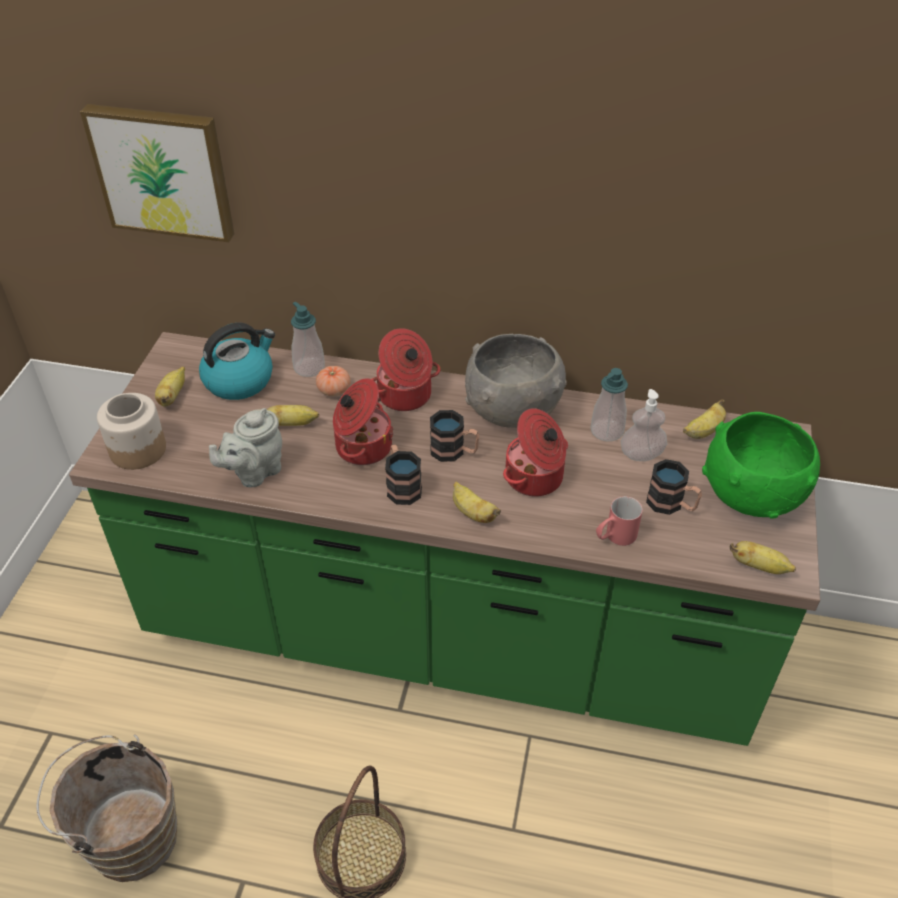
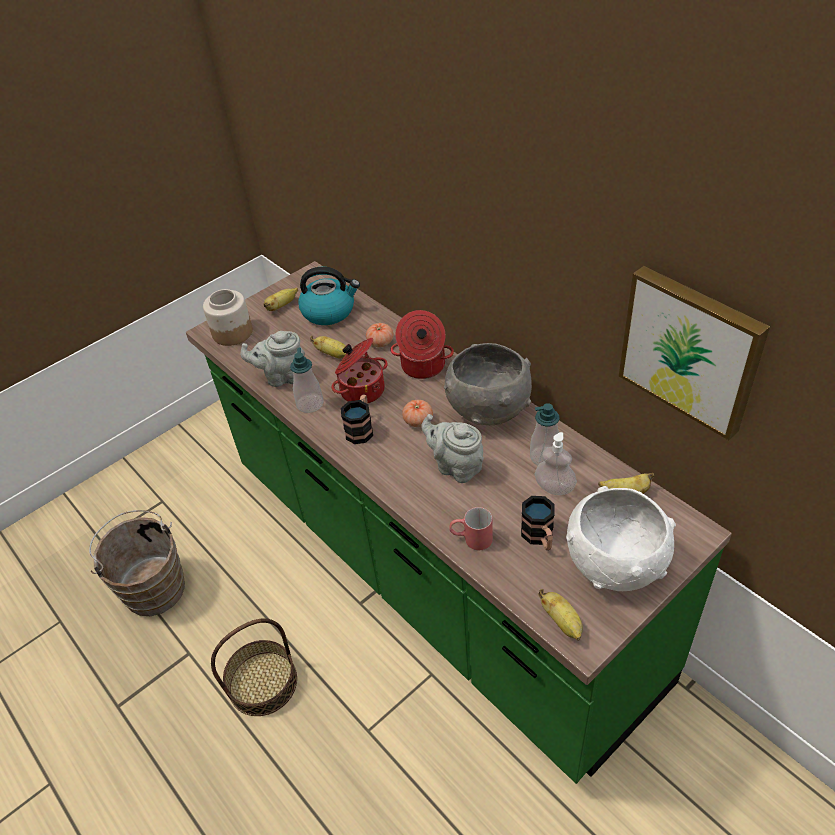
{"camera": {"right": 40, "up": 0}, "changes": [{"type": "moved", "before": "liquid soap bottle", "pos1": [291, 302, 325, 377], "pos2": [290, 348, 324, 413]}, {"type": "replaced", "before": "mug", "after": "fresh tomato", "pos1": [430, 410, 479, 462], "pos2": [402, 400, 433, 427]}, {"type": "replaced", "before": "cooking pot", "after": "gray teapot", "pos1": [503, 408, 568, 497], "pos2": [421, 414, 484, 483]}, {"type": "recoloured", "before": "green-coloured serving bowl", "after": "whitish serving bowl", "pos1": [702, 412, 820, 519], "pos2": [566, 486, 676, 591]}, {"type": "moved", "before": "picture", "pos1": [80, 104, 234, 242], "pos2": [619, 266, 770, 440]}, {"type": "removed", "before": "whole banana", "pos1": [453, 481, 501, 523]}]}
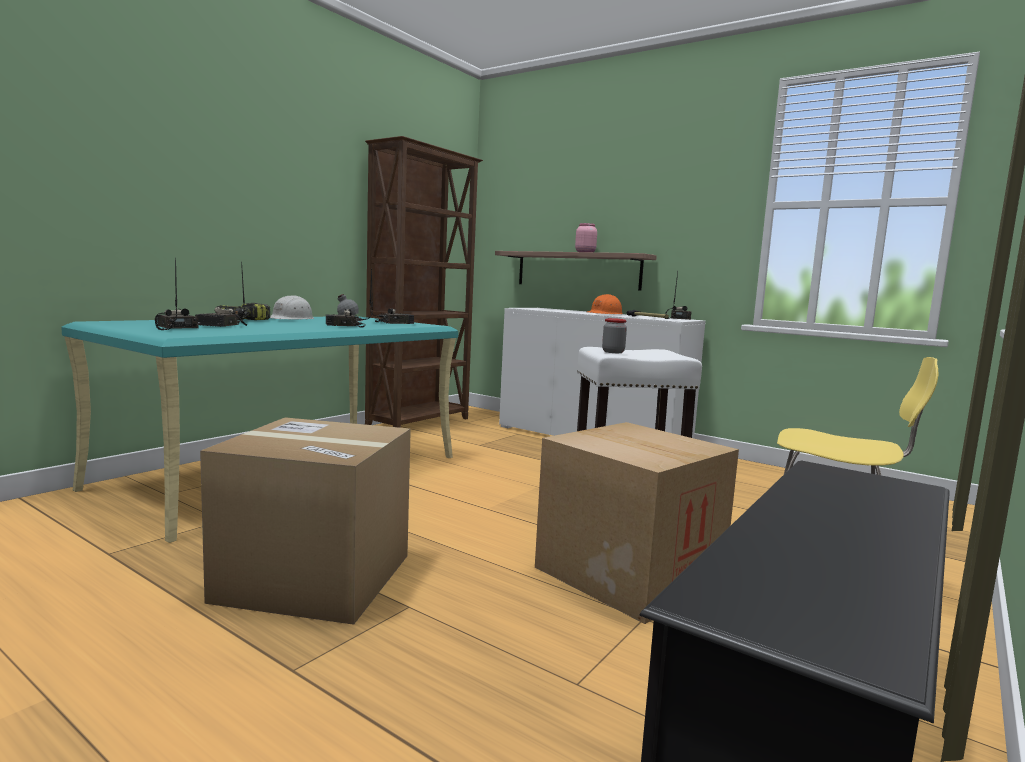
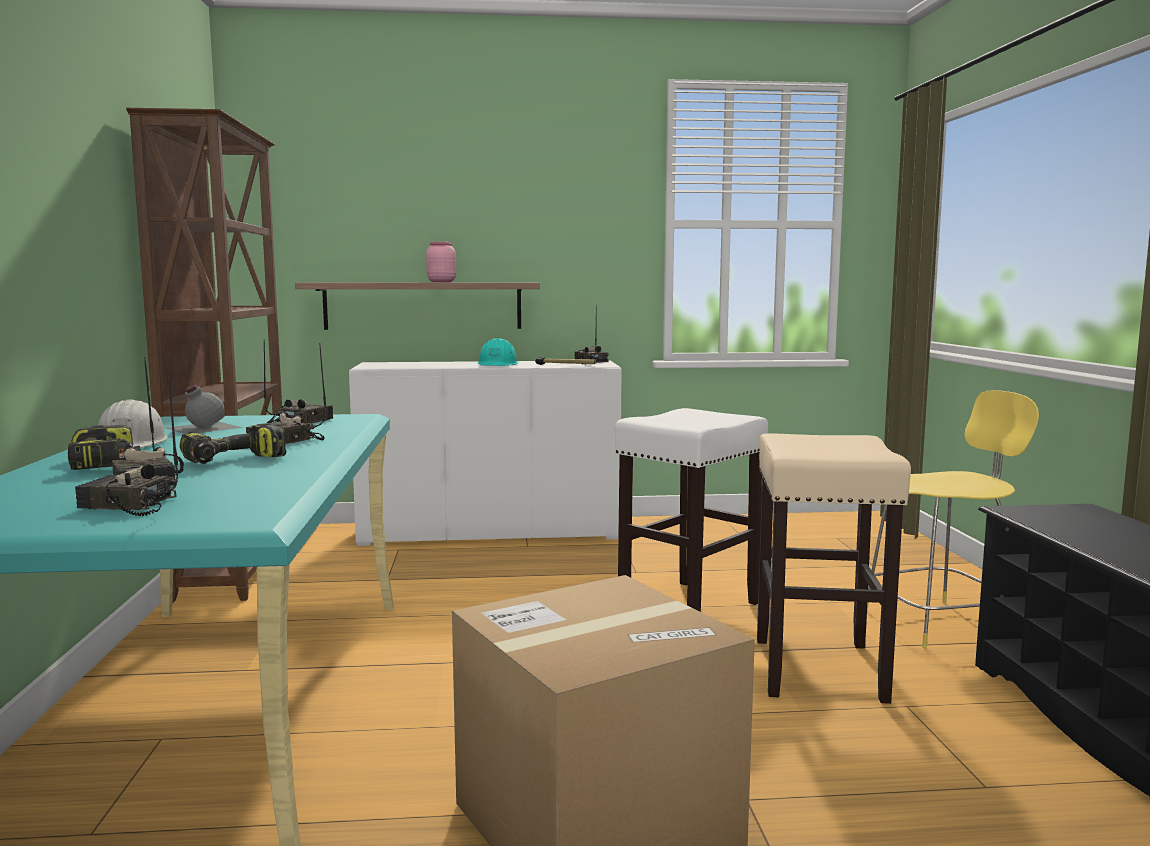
{"camera": {"right": -40, "up": 0}, "changes": [{"type": "added", "after": "electric drill", "pos2": [180, 423, 286, 464]}, {"type": "recoloured", "before": "orangey hard hat", "after": "turquoise hard hat", "pos1": [587, 294, 623, 314], "pos2": [478, 338, 518, 366]}, {"type": "replaced", "before": "cardboard box", "after": "sand-coloured stool", "pos1": [535, 422, 739, 624], "pos2": [757, 433, 911, 704]}, {"type": "removed", "before": "preserve jar", "pos1": [602, 318, 627, 353]}]}
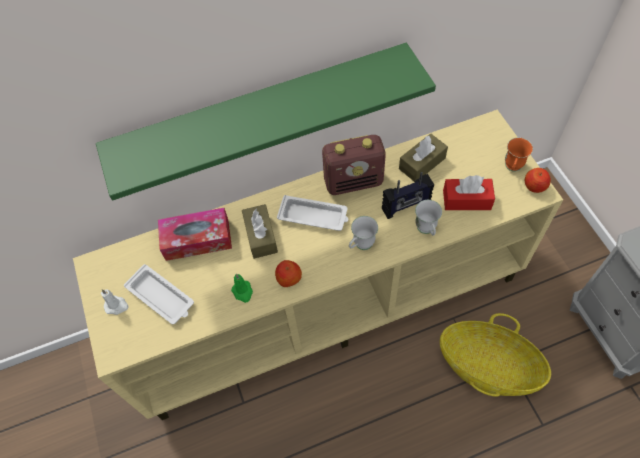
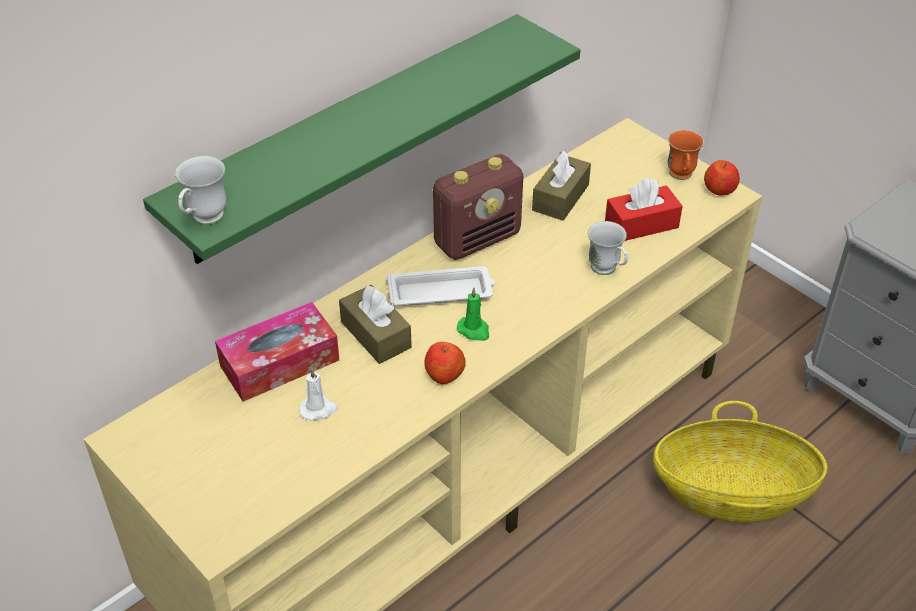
{"camera": {"right": -25, "up": -15}, "changes": [{"type": "moved", "before": "whitish mug", "pos1": [349, 216, 378, 250], "pos2": [175, 156, 226, 225]}, {"type": "moved", "before": "whitish candle", "pos1": [101, 289, 128, 315], "pos2": [299, 368, 338, 421]}, {"type": "moved", "before": "green-coloured candle", "pos1": [231, 274, 253, 303], "pos2": [457, 288, 489, 341]}, {"type": "removed", "before": "whitish serving tray", "pos1": [124, 264, 194, 324]}, {"type": "removed", "before": "radio set", "pos1": [382, 172, 434, 219]}]}
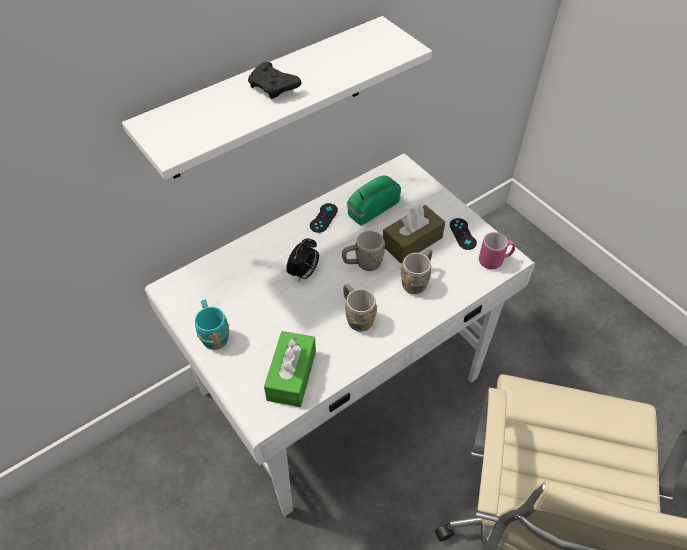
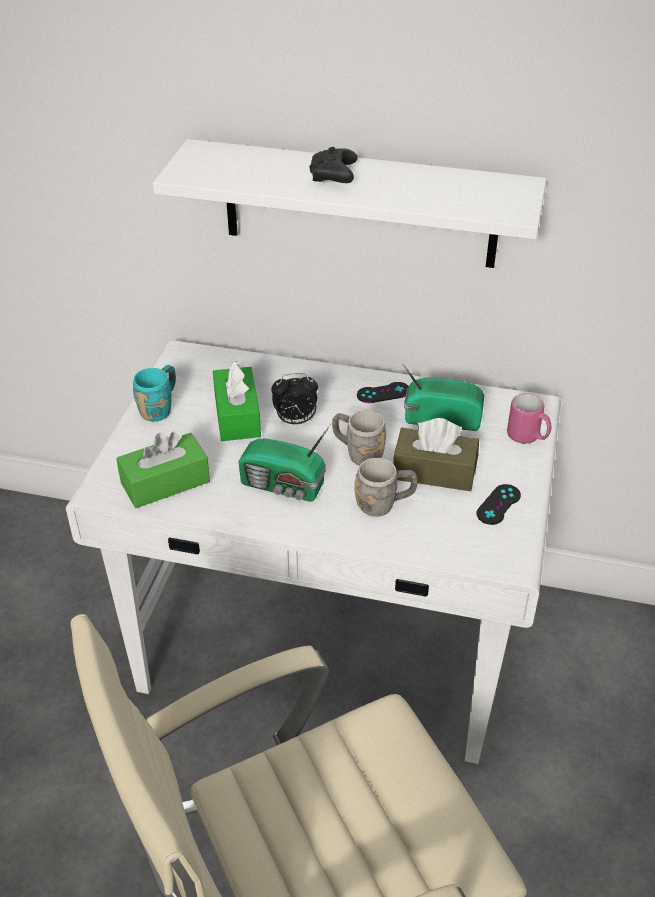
{"camera": {"right": 50, "up": -10}, "changes": [{"type": "added", "after": "green-coloured tissue holder", "pos2": [213, 361, 261, 441]}, {"type": "replaced", "before": "gray mug", "after": "radio set", "pos1": [343, 284, 377, 332], "pos2": [239, 424, 331, 502]}, {"type": "moved", "before": "pink-coloured mug", "pos1": [479, 232, 515, 269], "pos2": [507, 393, 551, 444]}]}
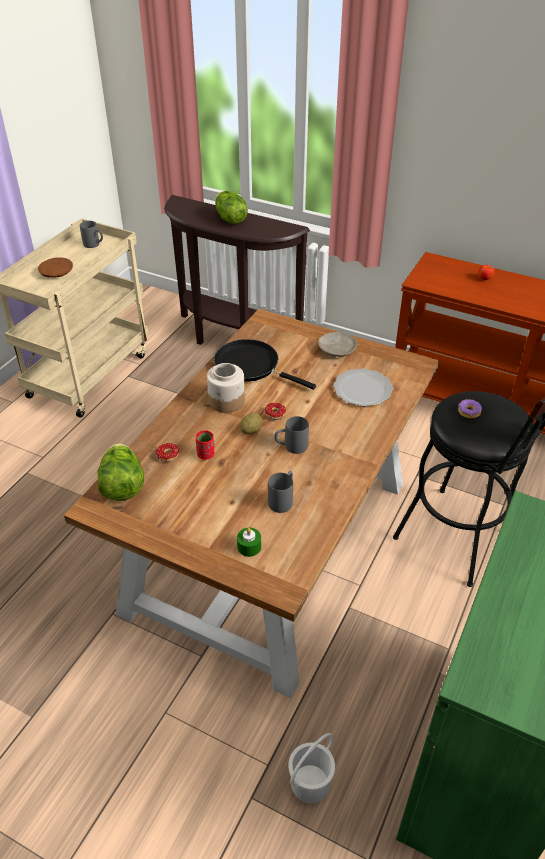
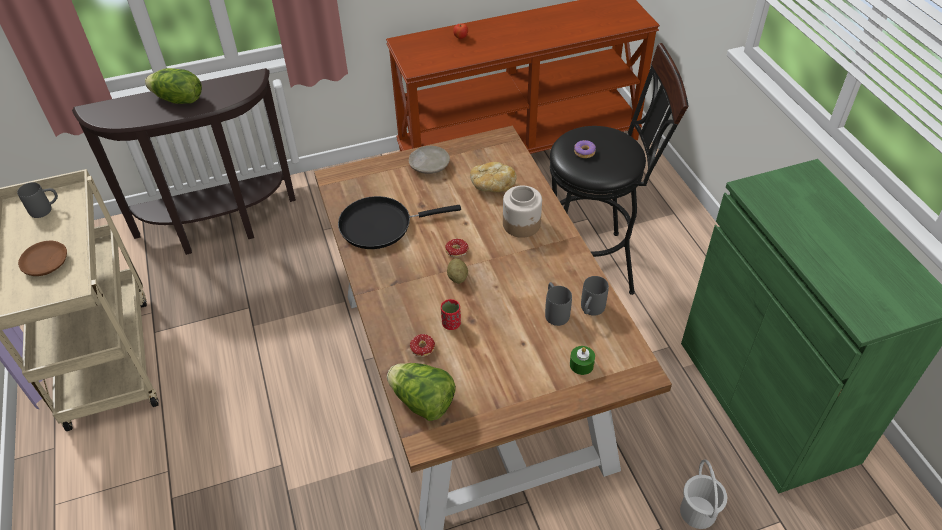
{"camera": {"right": -45, "up": 5}, "changes": [{"type": "replaced", "before": "plate", "after": "bread", "pos1": [334, 368, 393, 406], "pos2": [470, 162, 517, 192]}, {"type": "moved", "before": "preserve jar", "pos1": [207, 363, 245, 413], "pos2": [503, 186, 542, 238]}, {"type": "moved", "before": "gray mug", "pos1": [274, 416, 309, 454], "pos2": [581, 276, 609, 316]}]}
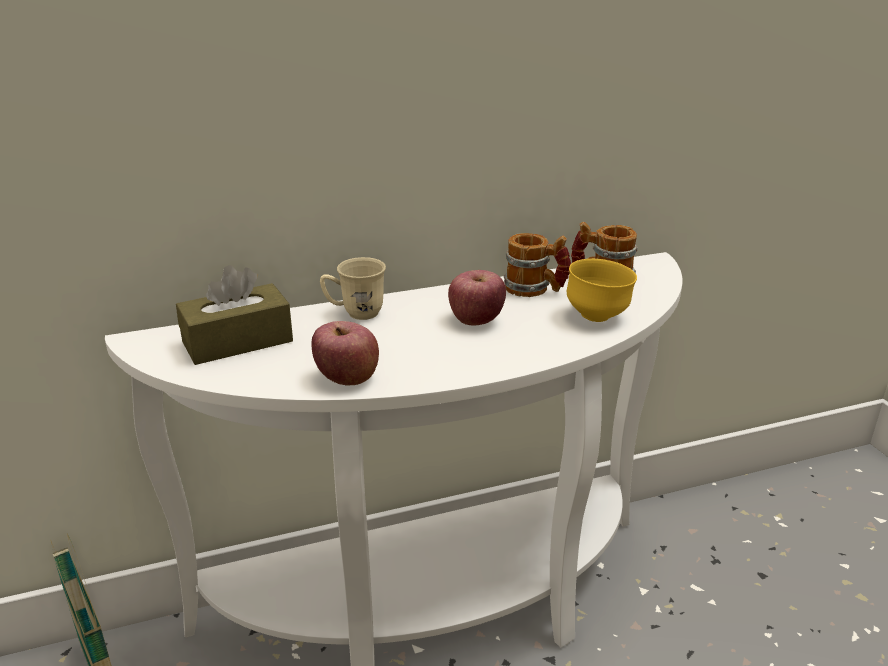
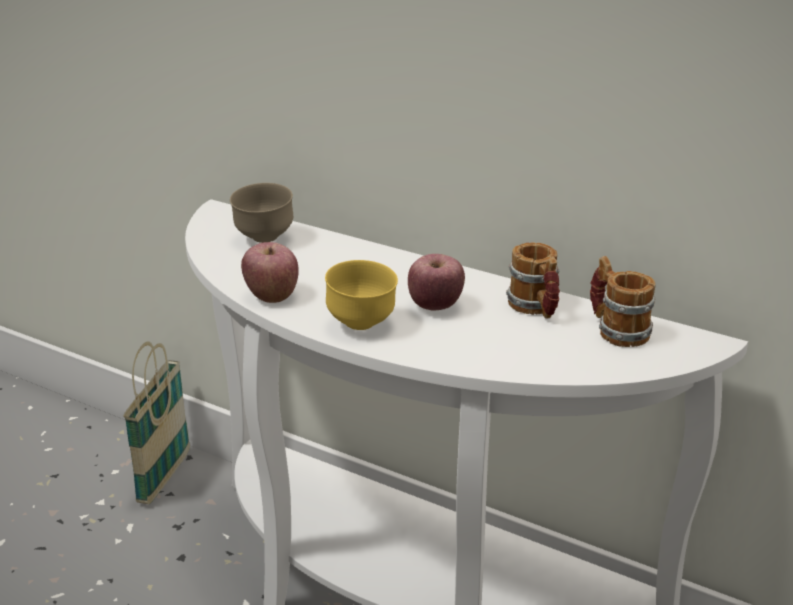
{"camera": {"right": 50, "up": 0}, "changes": [{"type": "replaced", "before": "brown-coloured tissue holder", "after": "brown-coloured serving bowl", "pos1": [176, 265, 293, 365], "pos2": [230, 183, 293, 243]}, {"type": "moved", "before": "yellow serving bowl", "pos1": [567, 259, 637, 322], "pos2": [325, 260, 398, 330]}, {"type": "removed", "before": "sand-coloured mug", "pos1": [320, 257, 386, 320]}]}
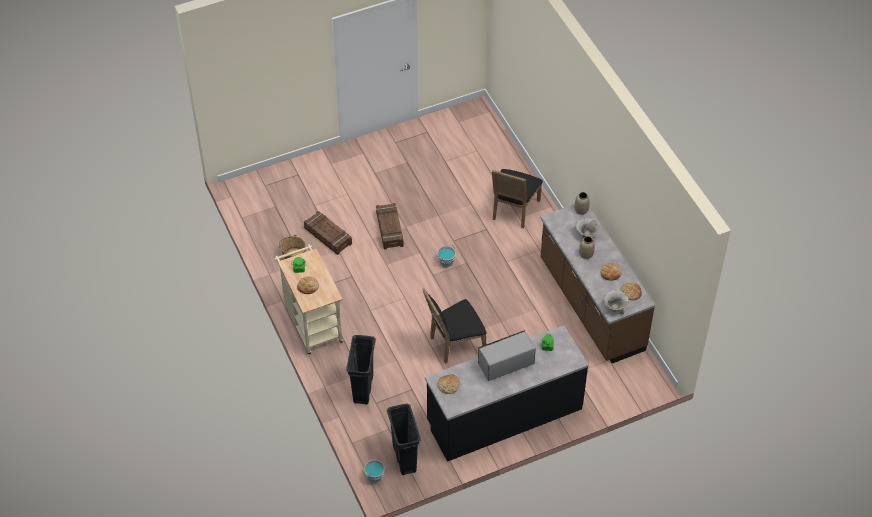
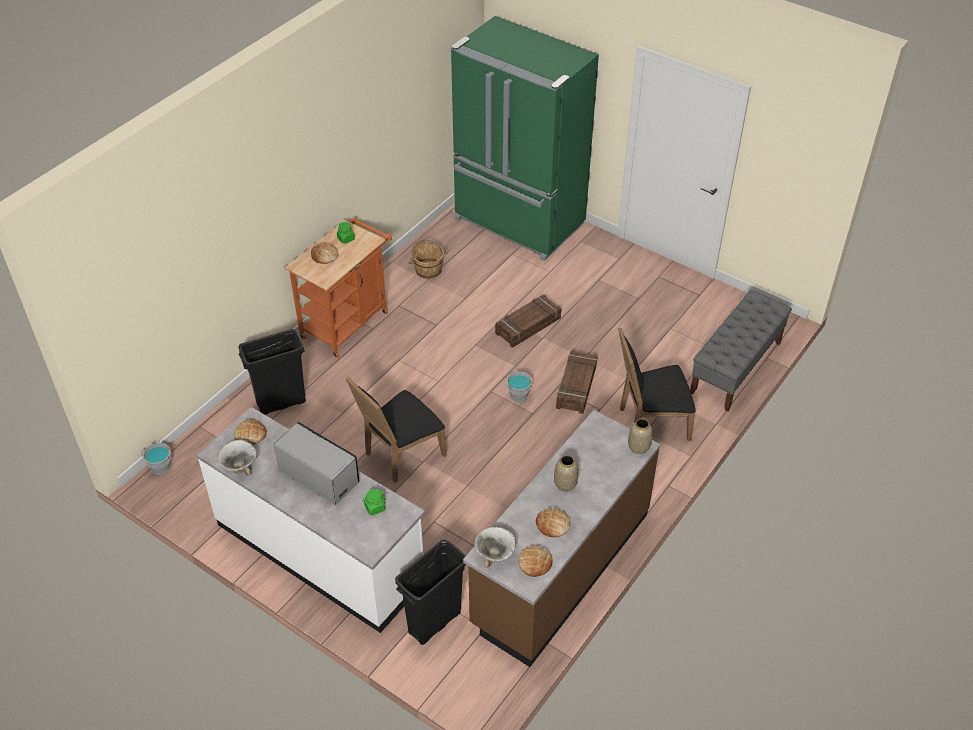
{"camera": {"right": 60, "up": -5}, "changes": [{"type": "recoloured", "before": "black-coloured kitchen counter", "after": "whitish kitchen counter", "pos1": [425, 325, 589, 462], "pos2": [197, 407, 425, 633]}, {"type": "moved", "before": "serving bowl", "pos1": [575, 218, 599, 238], "pos2": [217, 440, 257, 476]}, {"type": "recoloured", "before": "sand-coloured trolley", "after": "orangey trolley", "pos1": [274, 245, 344, 355], "pos2": [285, 217, 392, 358]}, {"type": "turned", "before": "black-coloured upright chair", "pos1": [422, 288, 486, 364], "pos2": [346, 377, 447, 483], "turn": -75}, {"type": "moved", "before": "black-coloured rubbish bin", "pos1": [387, 403, 421, 475], "pos2": [395, 539, 466, 645]}, {"type": "added", "after": "green-coloured kitchen fridge", "pos2": [451, 16, 599, 261]}, {"type": "moved", "before": "packing crate", "pos1": [304, 211, 352, 255], "pos2": [556, 350, 598, 414]}, {"type": "added", "after": "gray bench", "pos2": [690, 290, 792, 412]}]}
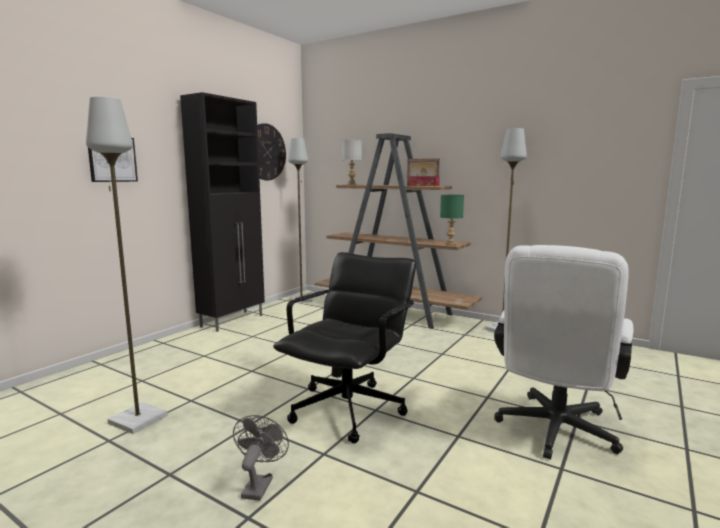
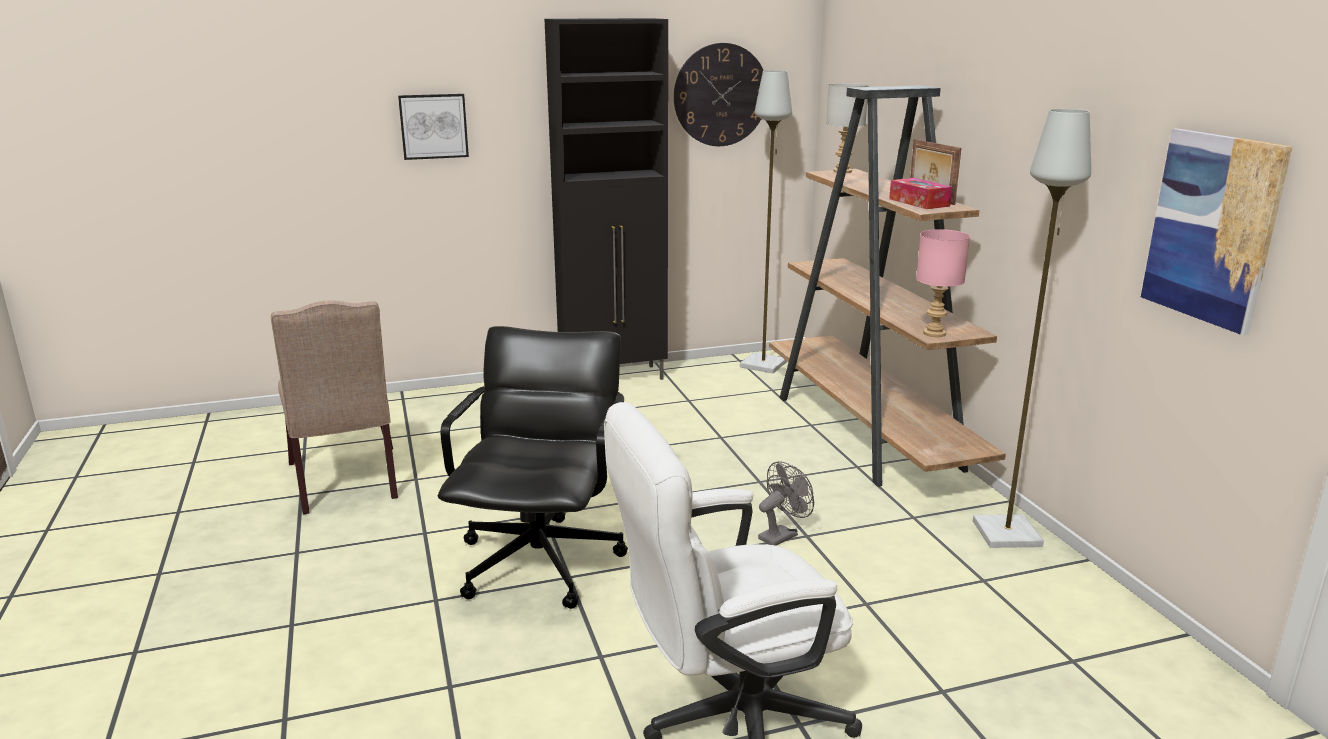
{"camera": {"right": 40, "up": 10}, "changes": [{"type": "replaced", "before": "gray standard lamp", "after": "sand-coloured upright chair", "pos1": [86, 97, 167, 434], "pos2": [271, 300, 398, 514]}, {"type": "turned", "before": "black-coloured computer chair", "pos1": [273, 252, 416, 443], "pos2": [438, 326, 628, 609], "turn": -60}, {"type": "moved", "before": "gray fan", "pos1": [233, 415, 289, 501], "pos2": [758, 461, 814, 546]}, {"type": "recoloured", "before": "green-coloured lamp for a table", "after": "pink-coloured lamp for a table", "pos1": [440, 195, 464, 245], "pos2": [916, 229, 970, 337]}, {"type": "added", "after": "picture", "pos2": [1141, 128, 1293, 336]}]}
